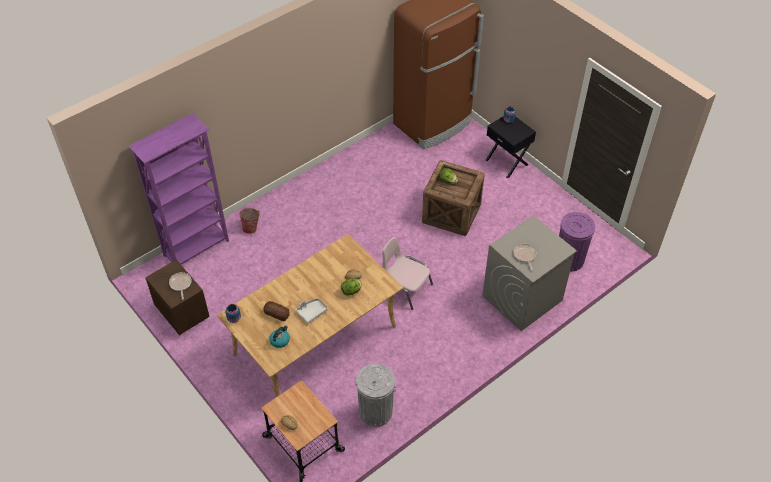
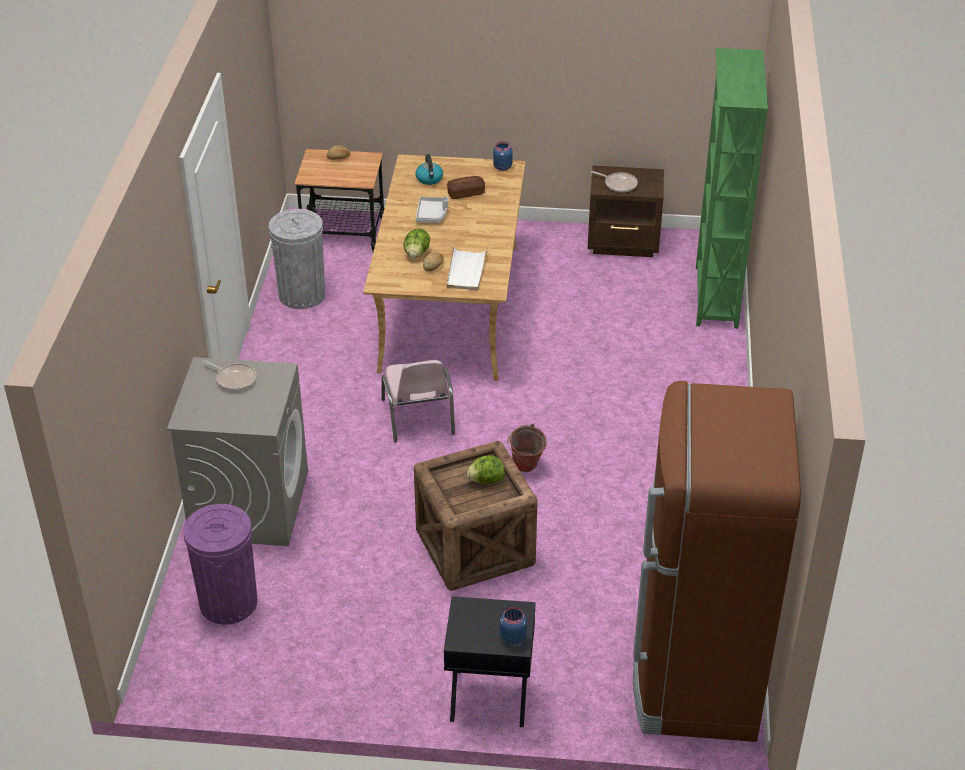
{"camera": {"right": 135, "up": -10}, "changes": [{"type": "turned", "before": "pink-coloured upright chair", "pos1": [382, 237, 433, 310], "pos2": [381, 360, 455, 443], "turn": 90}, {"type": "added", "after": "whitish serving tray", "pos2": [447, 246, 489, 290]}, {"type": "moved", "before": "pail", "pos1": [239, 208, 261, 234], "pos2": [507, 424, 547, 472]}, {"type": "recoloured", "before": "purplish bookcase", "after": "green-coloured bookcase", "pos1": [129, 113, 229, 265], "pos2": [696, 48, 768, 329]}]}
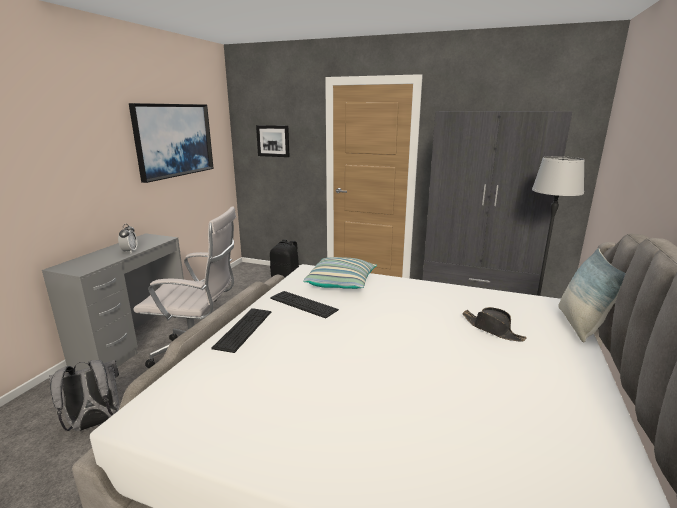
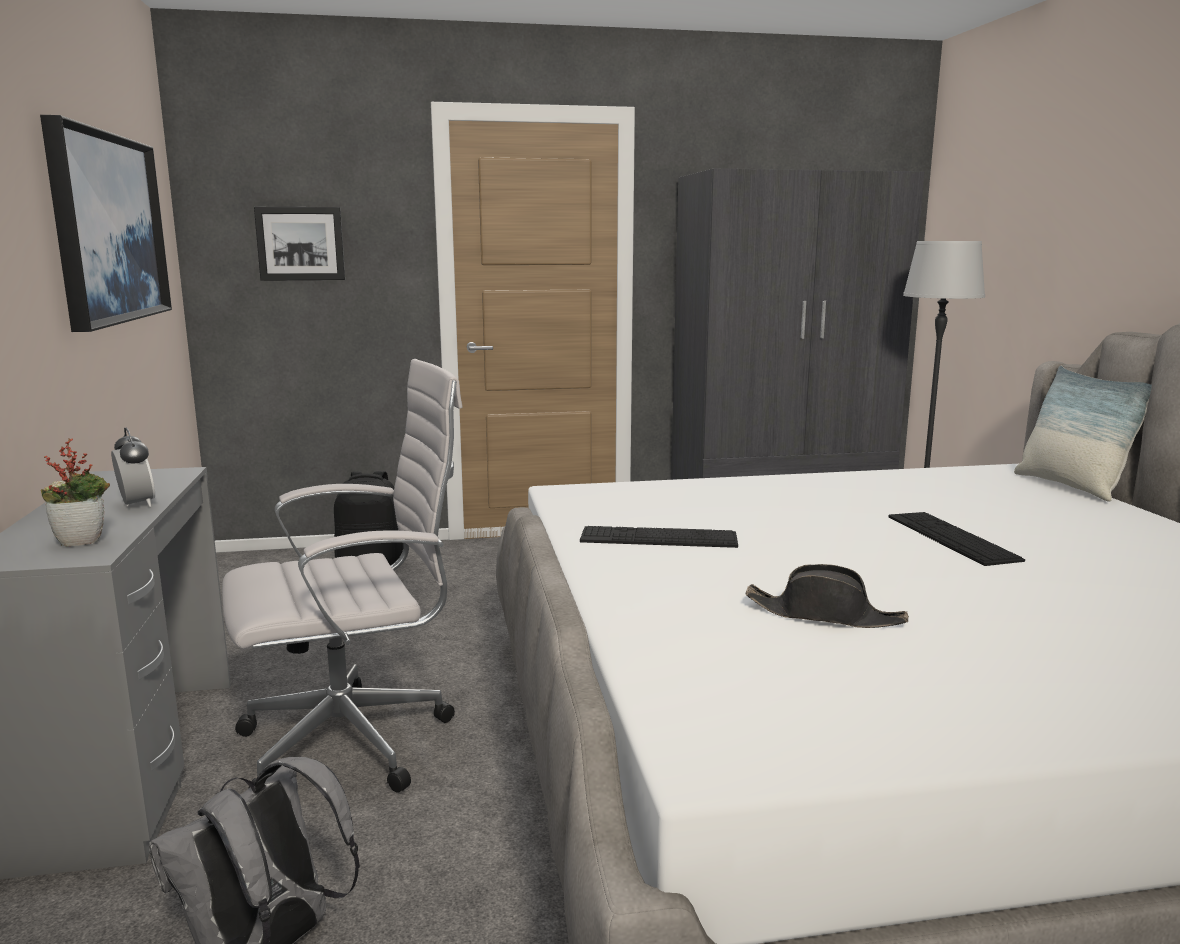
{"camera": {"right": -30, "up": -5}, "changes": [{"type": "added", "after": "potted plant", "pos2": [41, 439, 110, 547]}, {"type": "moved", "before": "black-coloured clothing hat", "pos1": [462, 307, 526, 341], "pos2": [746, 564, 908, 628]}, {"type": "moved", "before": "keyboard", "pos1": [212, 308, 271, 353], "pos2": [888, 512, 1025, 566]}, {"type": "removed", "before": "cushion", "pos1": [303, 257, 377, 289]}]}
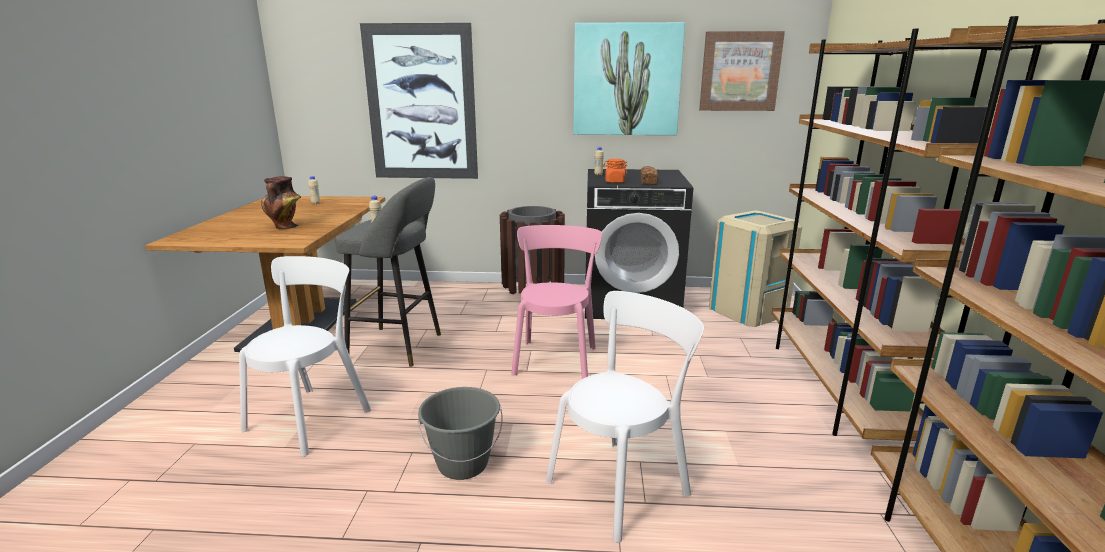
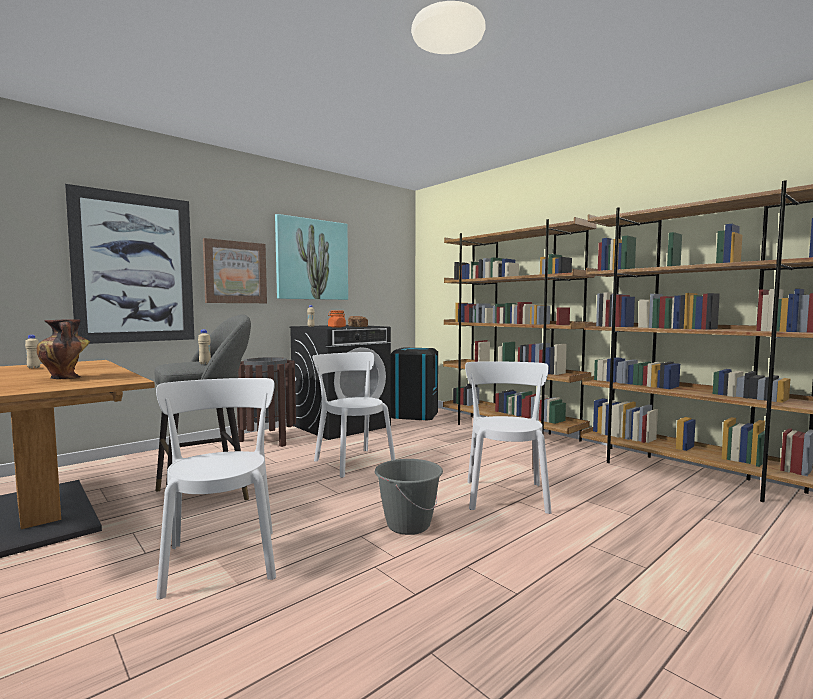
{"camera": {"right": -45, "up": -15}, "changes": [{"type": "moved", "before": "picture", "pos1": [699, 31, 785, 111], "pos2": [203, 238, 267, 303]}, {"type": "recoloured", "before": "pink-coloured upright chair", "after": "whitish upright chair", "pos1": [511, 225, 602, 379], "pos2": [313, 352, 396, 478]}, {"type": "recoloured", "before": "sand-coloured rubbish bin", "after": "black-coloured rubbish bin", "pos1": [709, 211, 802, 327], "pos2": [391, 348, 438, 421]}]}
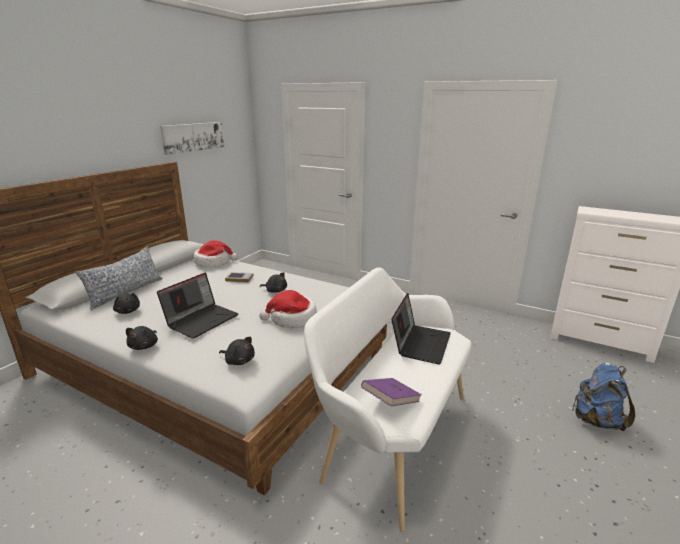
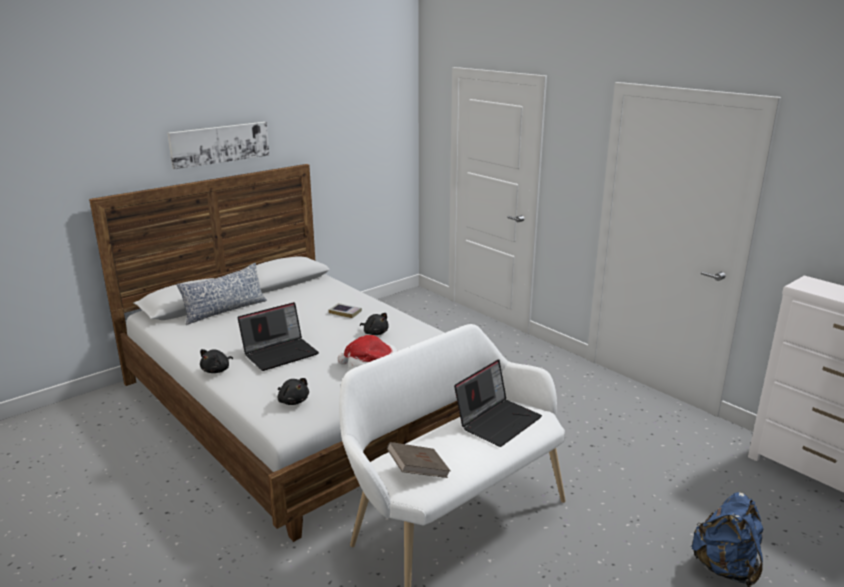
{"camera": {"right": 20, "up": 0}, "changes": [{"type": "moved", "before": "picture", "pos1": [160, 122, 224, 155], "pos2": [168, 122, 269, 169]}, {"type": "recoloured", "before": "purplish book", "after": "brown-coloured book", "pos1": [361, 378, 422, 406], "pos2": [387, 442, 451, 478]}, {"type": "removed", "before": "black-coloured soft toy", "pos1": [113, 293, 140, 314]}, {"type": "removed", "before": "clothing hat", "pos1": [194, 240, 238, 267]}]}
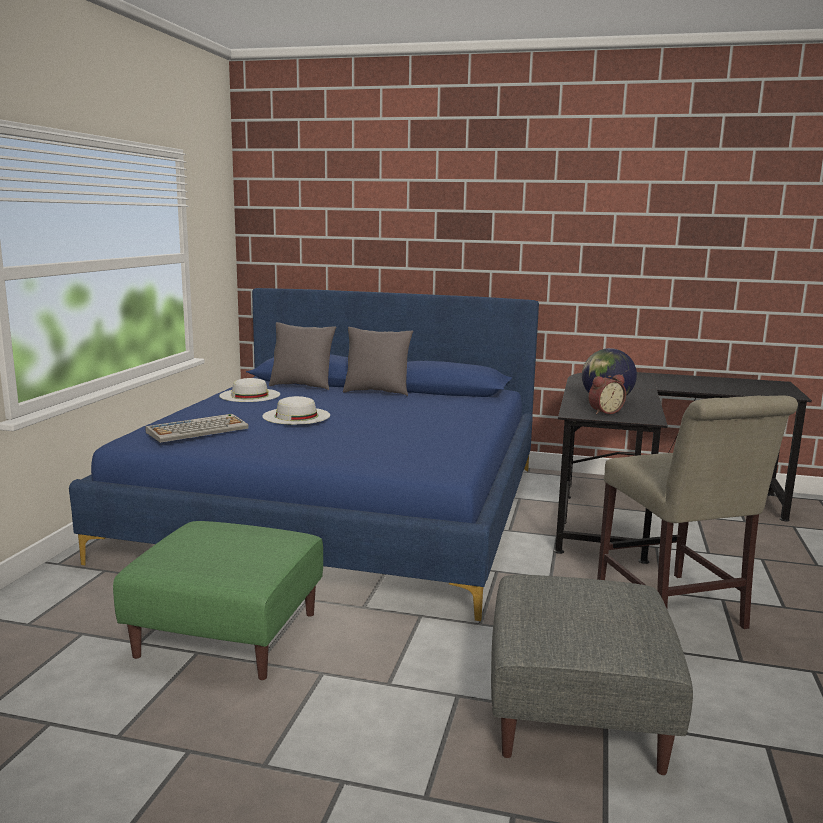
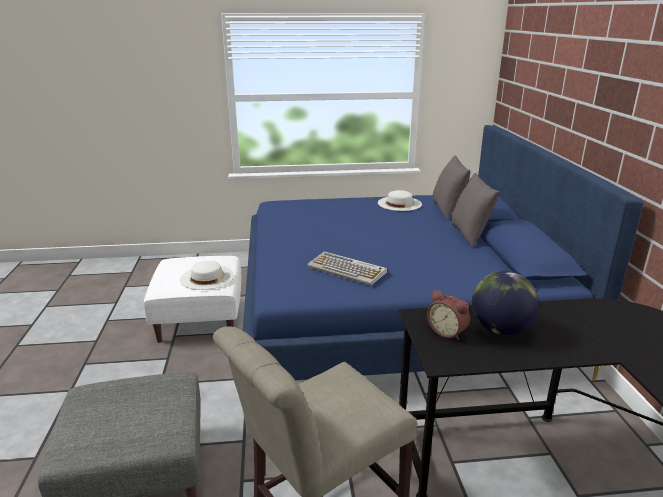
{"camera": {"right": 70, "up": 10}, "changes": [{"type": "recoloured", "before": "green-coloured ottoman", "after": "whitish ottoman", "pos1": [113, 521, 323, 680], "pos2": [144, 256, 241, 343]}, {"type": "moved", "before": "whitish clothing hat", "pos1": [262, 396, 330, 425], "pos2": [180, 261, 234, 290]}, {"type": "moved", "before": "keyboard", "pos1": [145, 414, 248, 443], "pos2": [307, 251, 387, 286]}]}
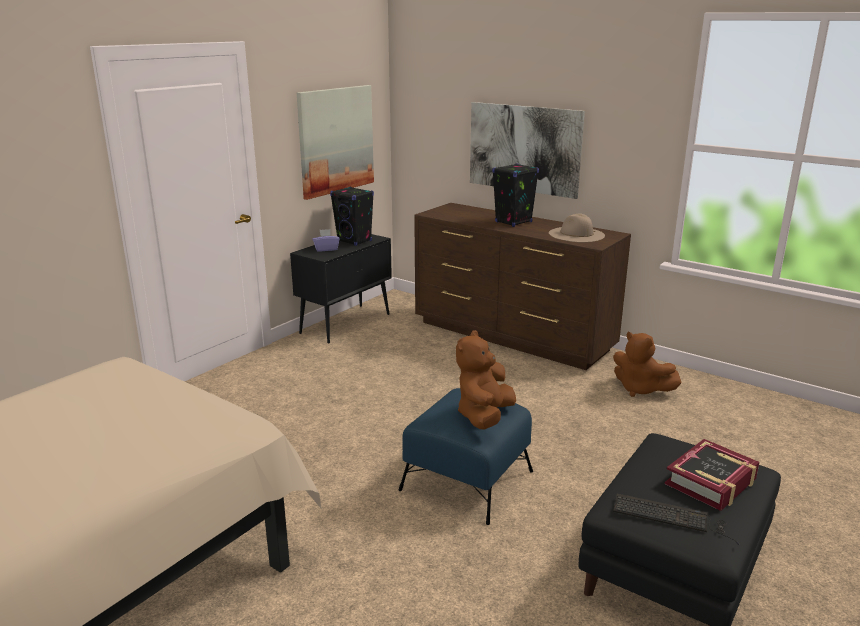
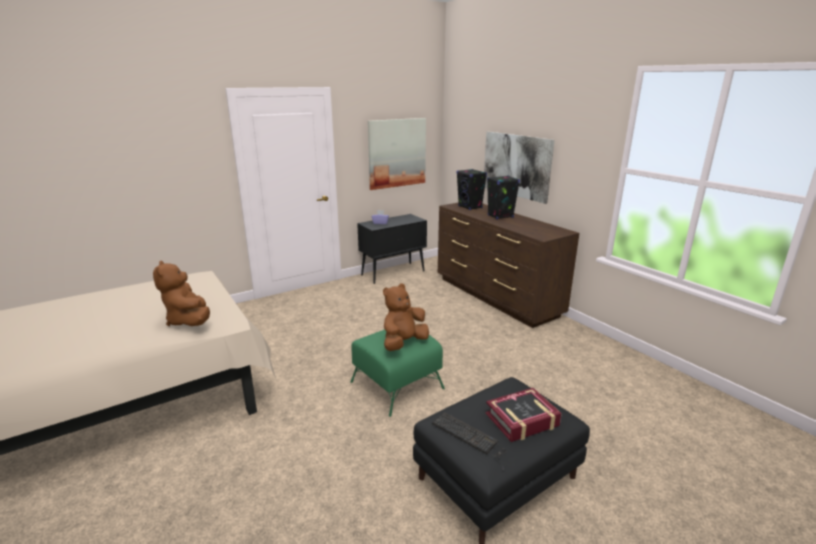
{"camera": {"right": 20, "up": 0}, "changes": [{"type": "moved", "before": "brown-coloured soft toy", "pos1": [613, 332, 682, 397], "pos2": [153, 261, 210, 326]}, {"type": "recoloured", "before": "bluish ottoman", "after": "green-coloured ottoman", "pos1": [398, 388, 533, 525], "pos2": [351, 329, 445, 417]}, {"type": "moved", "before": "black-coloured loudspeaker", "pos1": [330, 187, 374, 246], "pos2": [457, 169, 487, 210]}, {"type": "removed", "before": "sand-coloured clothing hat", "pos1": [549, 213, 605, 242]}]}
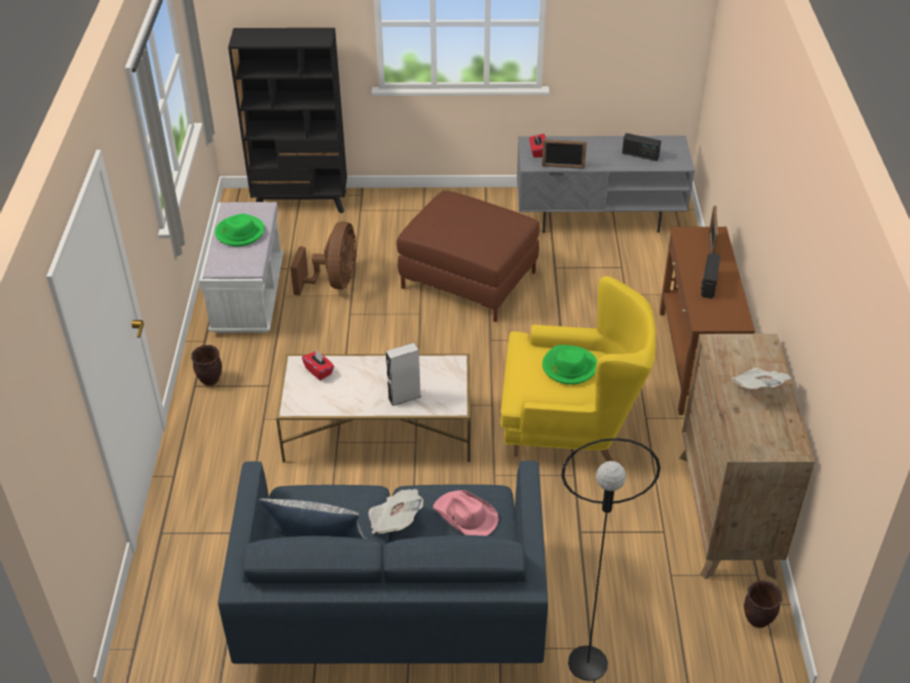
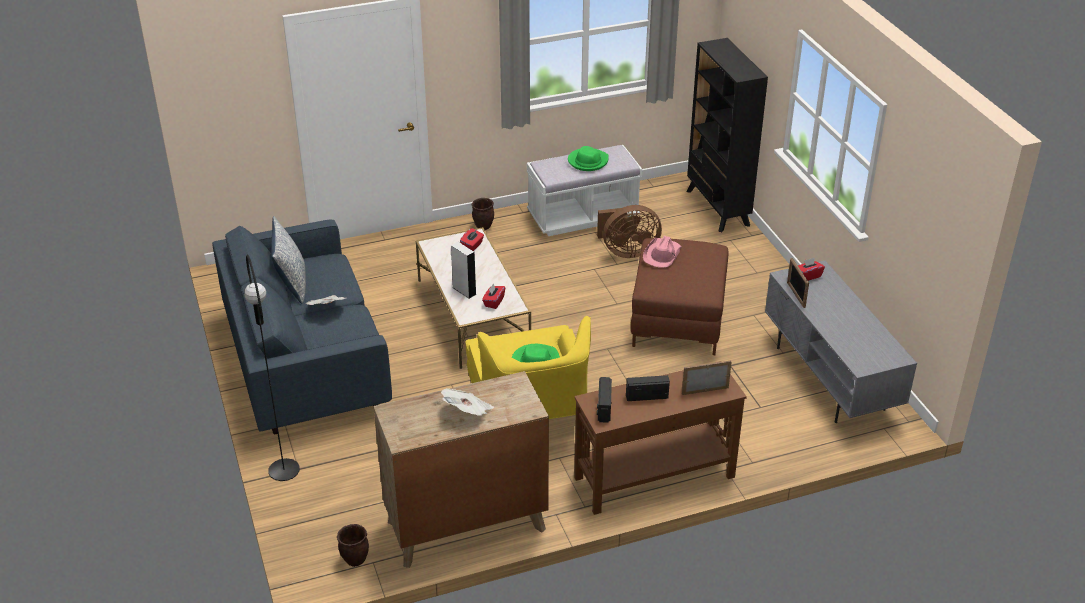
{"camera": {"right": 70, "up": -5}, "changes": [{"type": "added", "after": "reddish tissue holder", "pos2": [482, 283, 505, 309]}, {"type": "moved", "before": "radio set", "pos1": [622, 133, 661, 161], "pos2": [597, 377, 612, 423]}, {"type": "moved", "before": "pink-coloured clothing hat", "pos1": [433, 490, 499, 536], "pos2": [643, 236, 682, 268]}]}
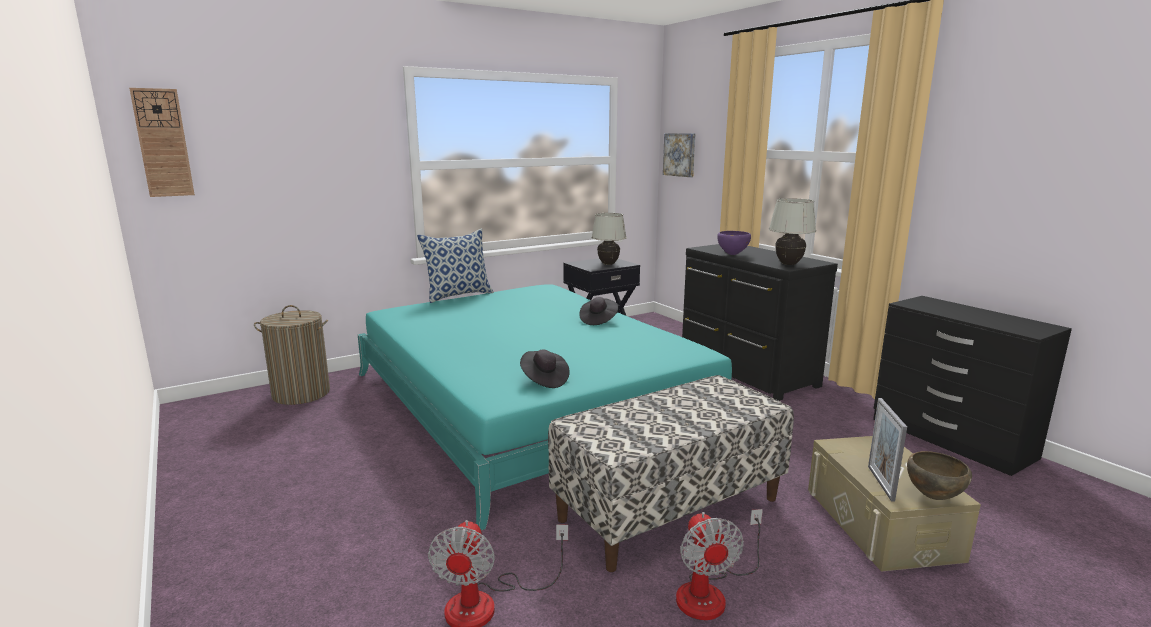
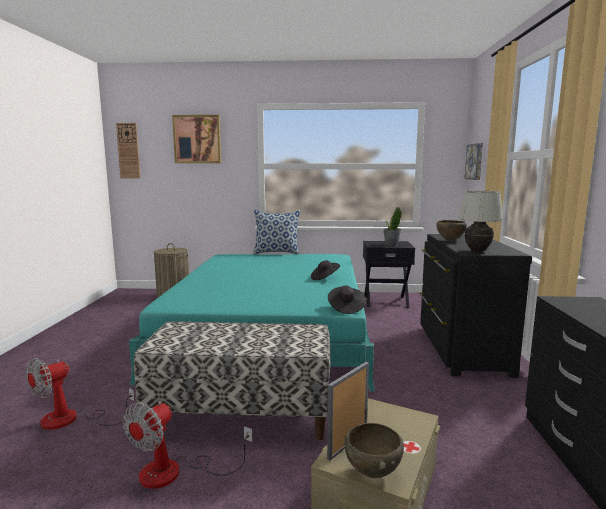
{"camera": {"right": 35, "up": -5}, "changes": [{"type": "added", "after": "picture", "pos2": [172, 115, 221, 163]}, {"type": "moved", "before": "black-coloured clothing hat", "pos1": [520, 349, 570, 388], "pos2": [328, 286, 366, 314]}, {"type": "replaced", "before": "whitish lamp for a table", "after": "potted plant", "pos1": [591, 213, 627, 265], "pos2": [383, 207, 402, 246]}, {"type": "recoloured", "before": "purplish serving bowl", "after": "brown-coloured serving bowl", "pos1": [717, 231, 751, 255], "pos2": [436, 220, 467, 241]}]}
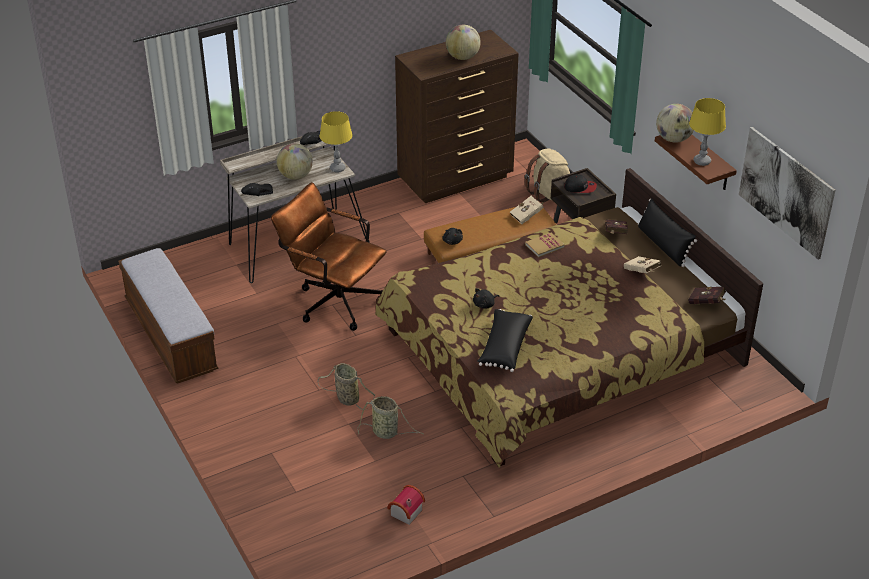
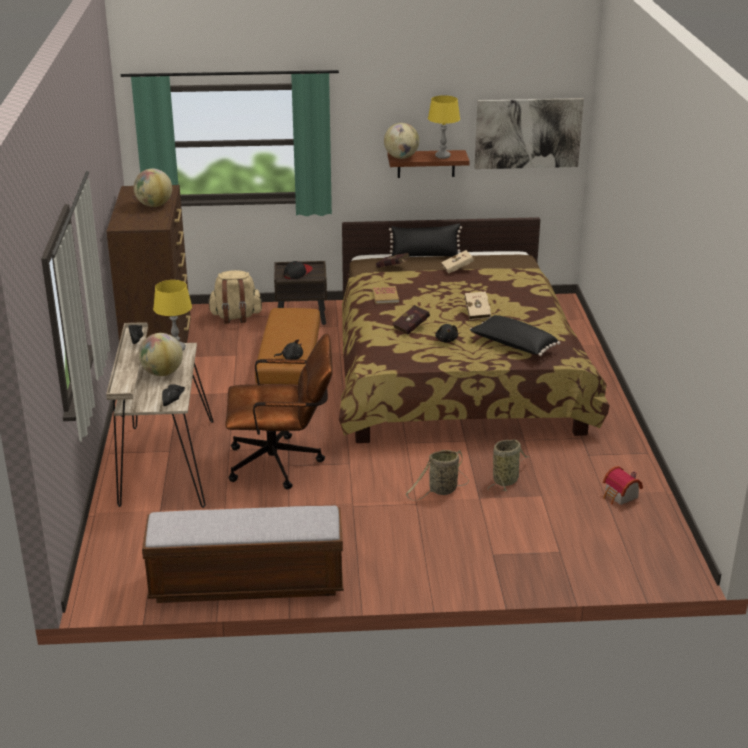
{"camera": {"right": -65, "up": -10}, "changes": [{"type": "turned", "before": "brown-coloured computer chair", "pos1": [271, 182, 387, 331], "pos2": [225, 333, 333, 489], "turn": -150}, {"type": "moved", "before": "reddish book", "pos1": [688, 286, 726, 304], "pos2": [393, 305, 430, 334]}, {"type": "moved", "before": "sand-coloured book", "pos1": [510, 196, 544, 224], "pos2": [465, 291, 491, 320]}]}
